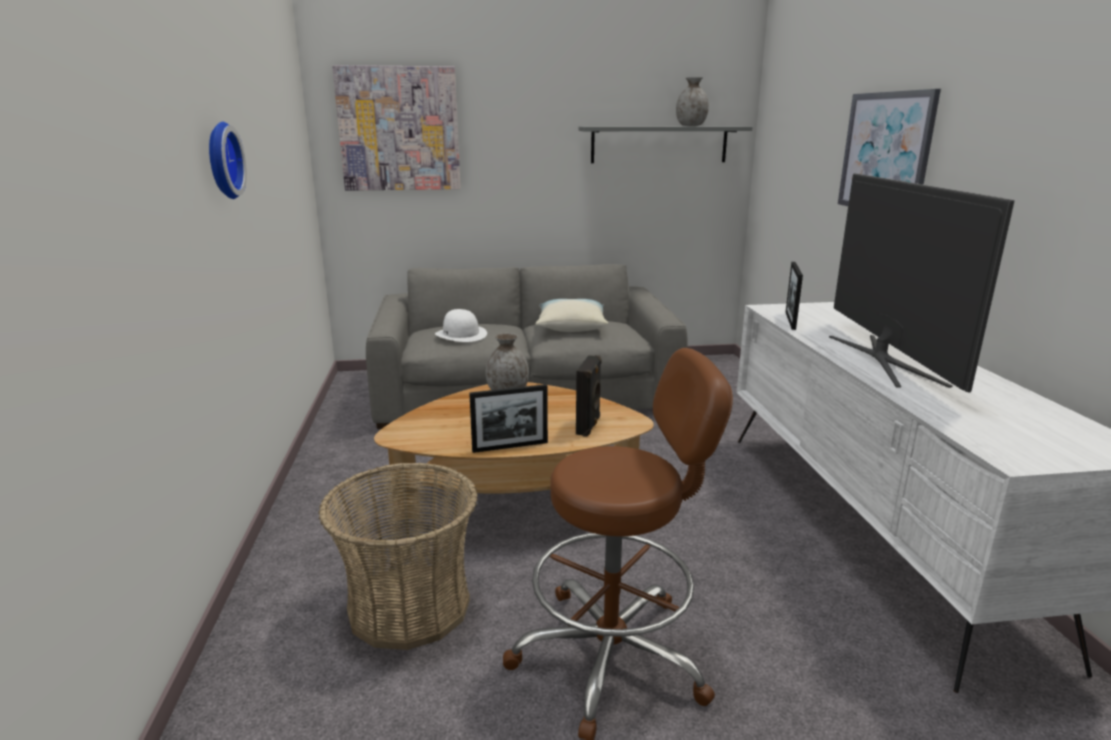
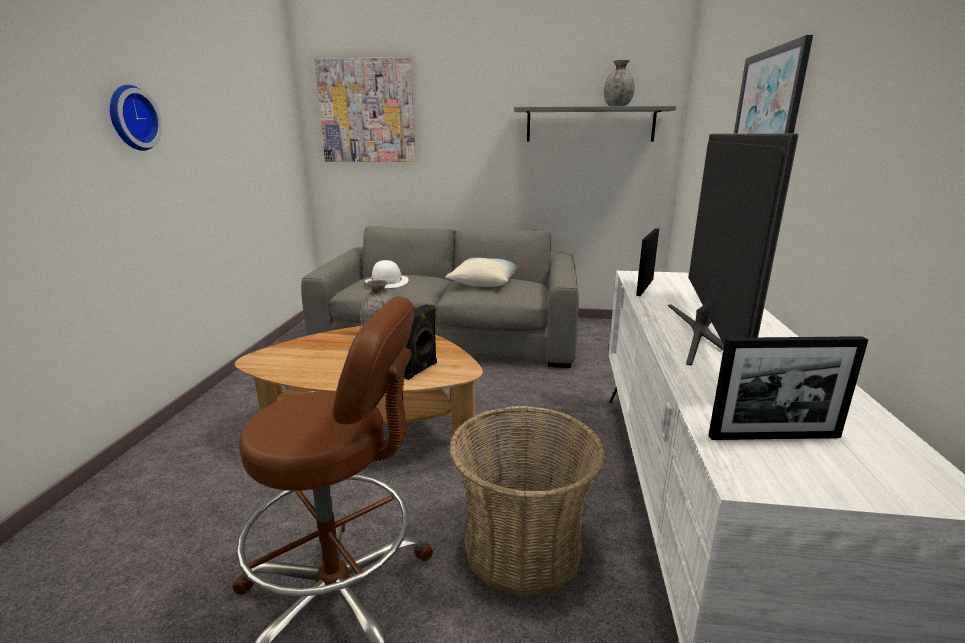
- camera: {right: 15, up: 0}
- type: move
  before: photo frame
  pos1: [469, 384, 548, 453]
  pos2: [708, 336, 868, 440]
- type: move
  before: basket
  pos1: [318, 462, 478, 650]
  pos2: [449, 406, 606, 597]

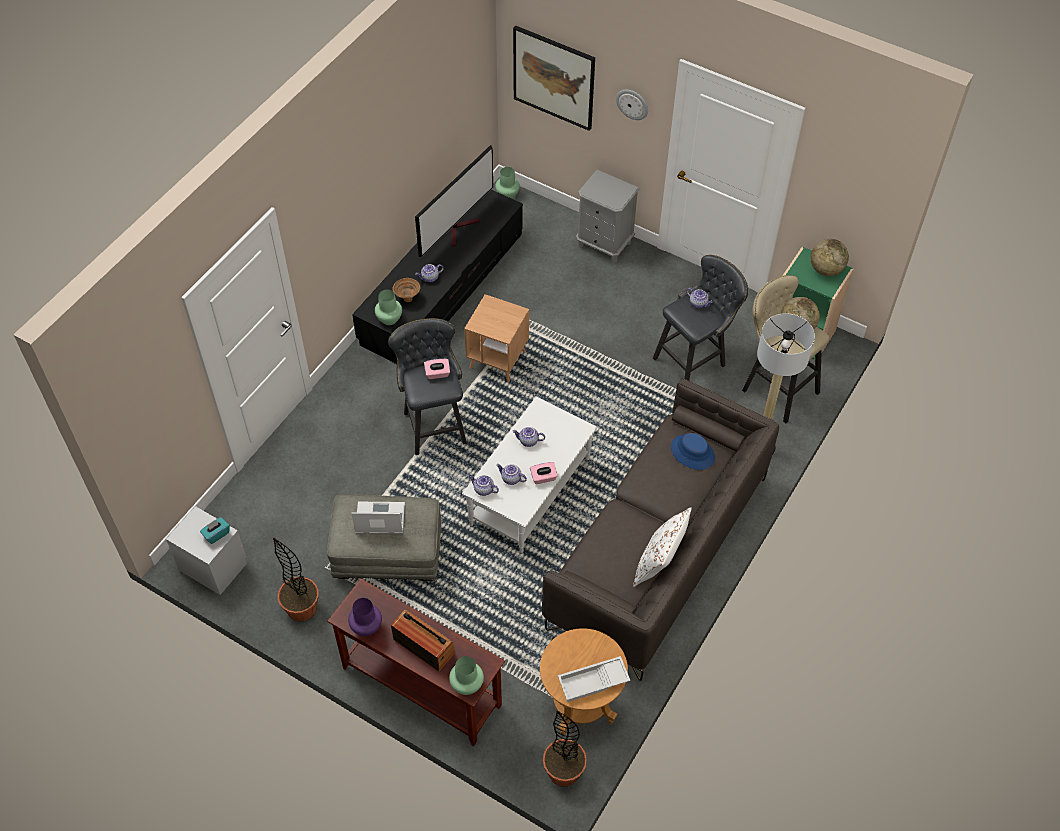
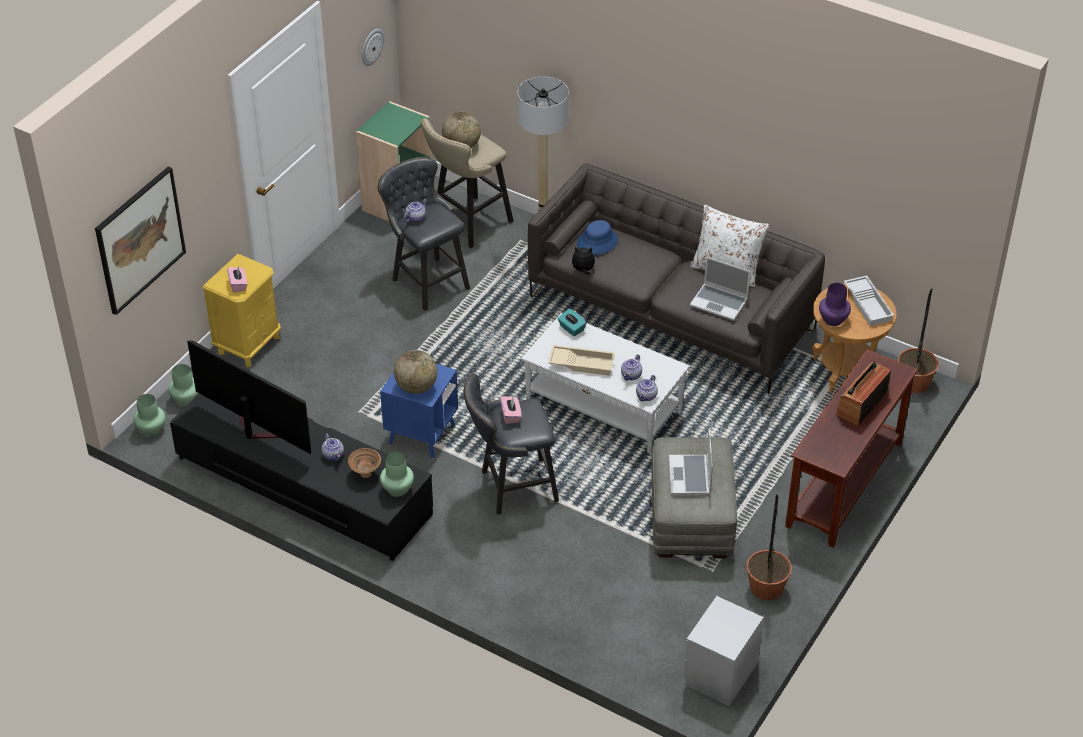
- camera: {right: -90, up: -10}
- type: move
  before: wall clock
  pos1: [616, 90, 648, 120]
  pos2: [362, 29, 384, 66]
- type: recolor
  before: gray bedside table
  after: yellow-coloured bedside table
  pos1: [576, 170, 639, 263]
  pos2: [202, 254, 281, 367]
- type: move
  before: world globe
  pos1: [810, 239, 849, 276]
  pos2: [394, 350, 437, 394]
- type: recolor
  before: brown end table
  after: bluish end table
  pos1: [464, 294, 529, 382]
  pos2: [380, 364, 458, 459]
- type: replace
  before: pot for tea
  after: beige-coloured carrying tray
  pos1: [513, 427, 545, 447]
  pos2: [548, 345, 615, 376]
- type: move
  before: pink tissue holder
  pos1: [530, 462, 558, 484]
  pos2: [227, 266, 247, 292]
- type: move
  before: turquoise-coloured tissue holder
  pos1: [200, 517, 230, 544]
  pos2: [558, 309, 586, 336]
- type: move
  before: purple decorative vase
  pos1: [348, 598, 382, 636]
  pos2: [819, 283, 851, 326]
- type: move
  before: greenish decorative vase
  pos1: [449, 656, 484, 695]
  pos2: [168, 364, 199, 406]
- type: insert
  after: soft toy
  pos2: [570, 247, 595, 275]
- type: insert
  after: portable computer
  pos2: [690, 257, 751, 321]

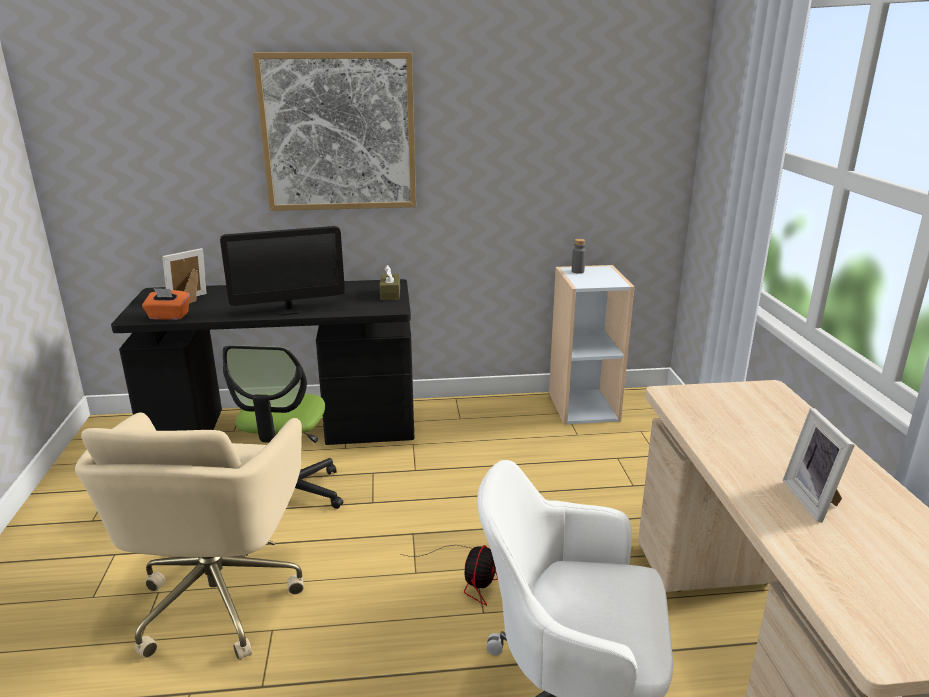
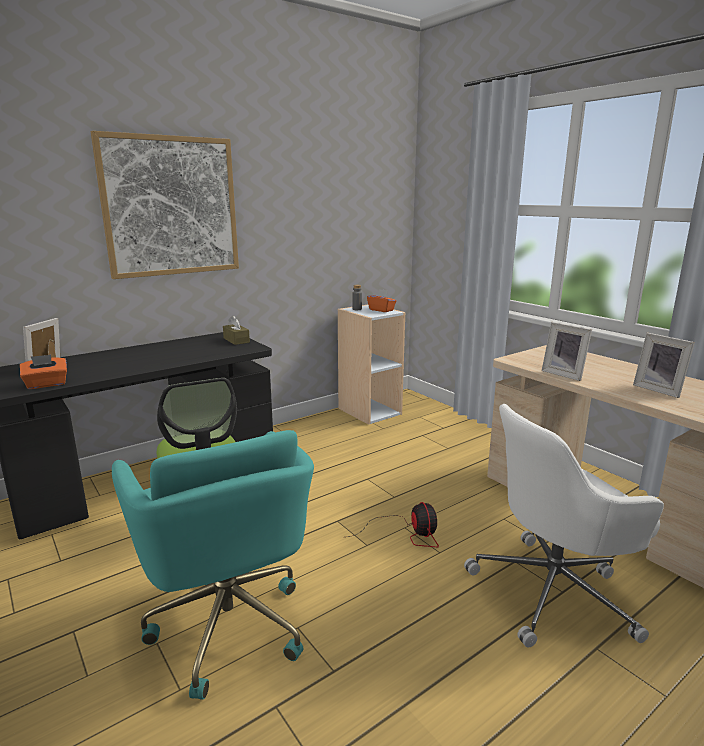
- camera: {right: -30, up: -5}
- type: delete
  before: computer display
  pos1: [220, 226, 345, 316]
- type: recolor
  before: beige-coloured office chair
  after: turquoise-coloured office chair
  pos1: [75, 412, 304, 660]
  pos2: [112, 430, 314, 700]
- type: insert
  after: orange-coloured tissue holder
  pos2: [367, 289, 396, 312]
- type: insert
  after: photo frame
  pos2: [542, 322, 592, 381]

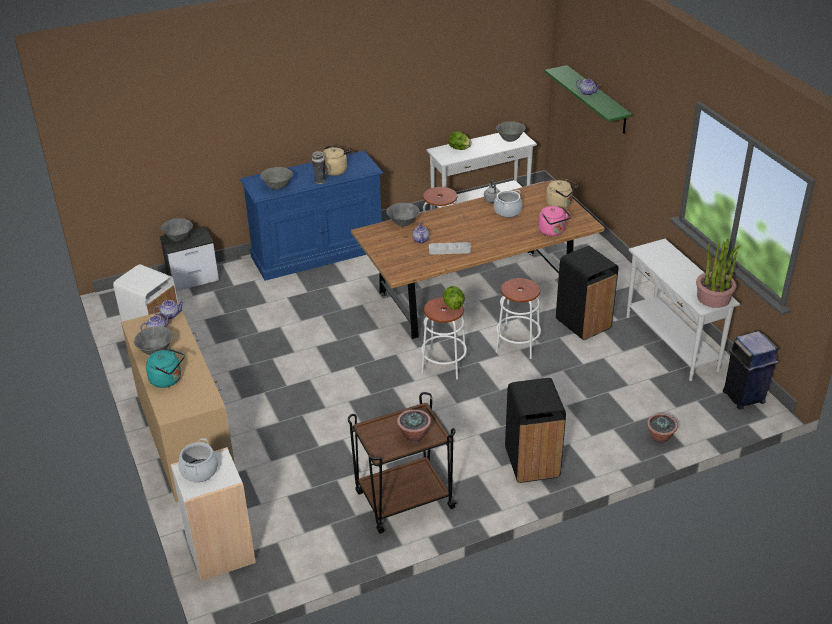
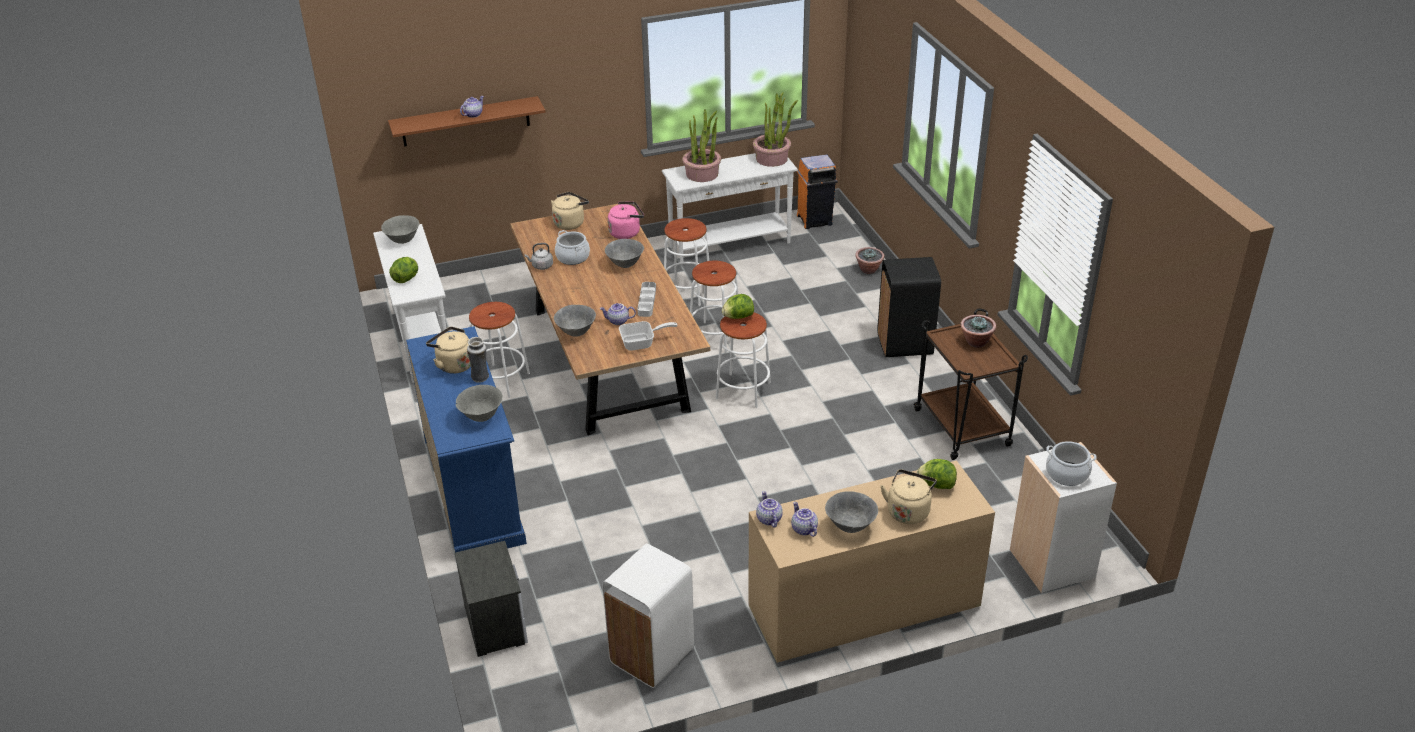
- camera: {right: -85, up: 0}
- type: recolor
  before: greenish bracket shelf
  after: brown bracket shelf
  pos1: [545, 65, 632, 133]
  pos2: [388, 96, 546, 146]
- type: move
  before: gray bowl
  pos1: [161, 218, 193, 241]
  pos2: [605, 239, 644, 268]
- type: replace
  before: black waste bin
  after: white-coloured stool seat
  pos1: [556, 246, 618, 340]
  pos2: [664, 218, 709, 306]
- type: recolor
  before: bluish waste bin
  after: orange-coloured waste bin
  pos1: [723, 331, 778, 410]
  pos2: [797, 155, 838, 229]
- type: recolor
  before: turquoise-coloured water kettle
  after: beige-coloured water kettle
  pos1: [146, 348, 185, 388]
  pos2: [880, 469, 937, 524]
- type: insert
  after: houseplant
  pos2: [682, 109, 721, 182]
- type: insert
  after: pan
  pos2: [619, 321, 678, 351]
- type: insert
  after: lettuce head
  pos2: [917, 459, 957, 489]

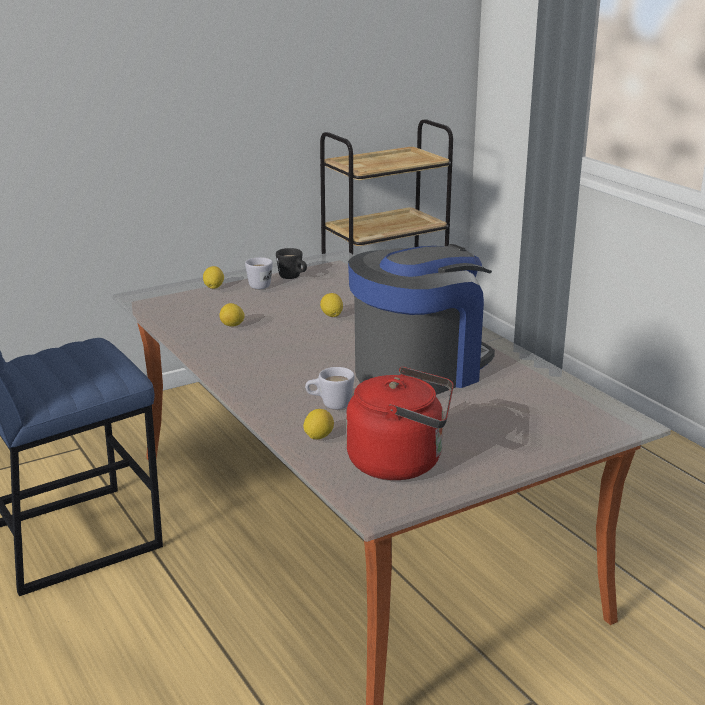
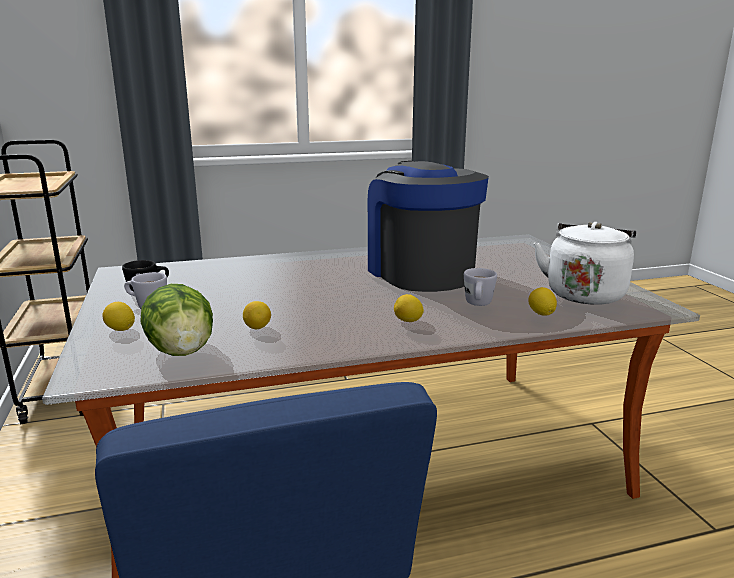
- camera: {right: -75, up: -5}
- type: move
  before: citrus fruit
  pos1: [320, 293, 343, 317]
  pos2: [394, 294, 424, 322]
- type: recolor
  before: reddish water kettle
  after: white-coloured water kettle
  pos1: [346, 367, 454, 480]
  pos2: [534, 222, 636, 305]
- type: insert
  after: lettuce head
  pos2: [141, 284, 213, 356]

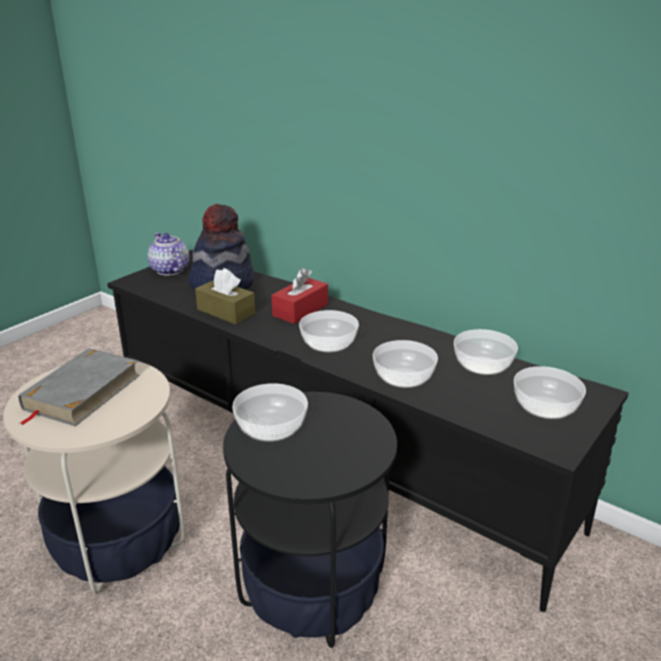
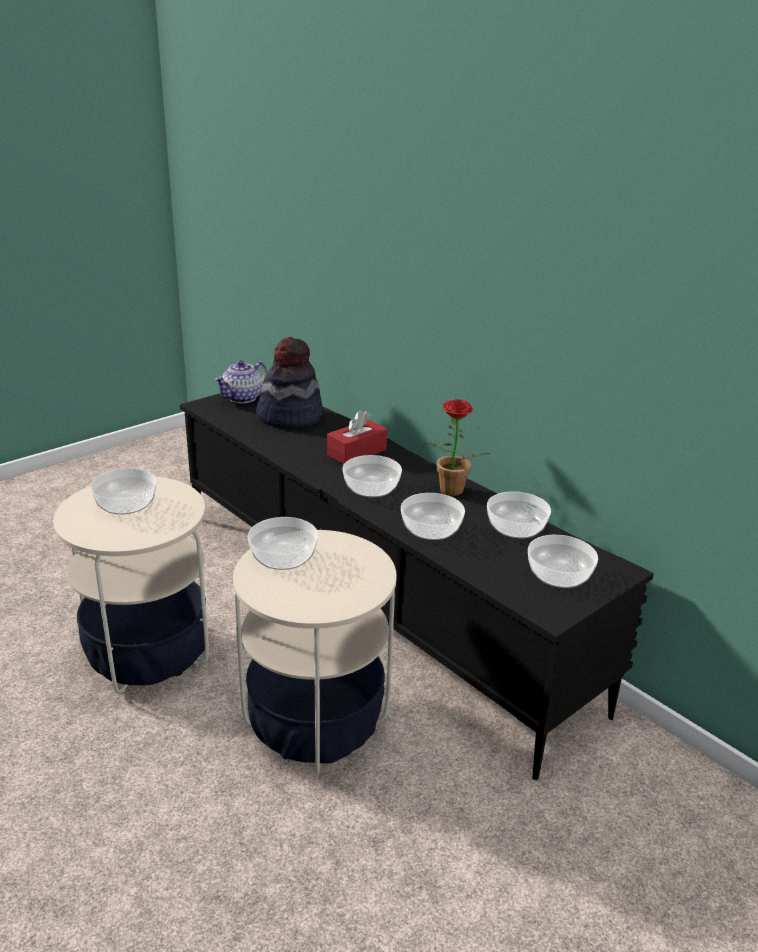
- camera: {right: 10, up: 0}
- type: rotate
  before: pot for tea
  pos1: [148, 233, 189, 276]
  pos2: [214, 360, 267, 403]
  turn: -120
- type: delete
  before: brown tissue holder
  pos1: [195, 268, 256, 325]
- type: replace
  before: gray book
  after: bowl
  pos1: [18, 348, 140, 426]
  pos2: [90, 468, 157, 514]
- type: recolor
  before: black end table
  after: beige-coloured end table
  pos1: [223, 392, 397, 648]
  pos2: [233, 530, 397, 774]
- type: insert
  after: houseplant
  pos2: [425, 399, 490, 496]

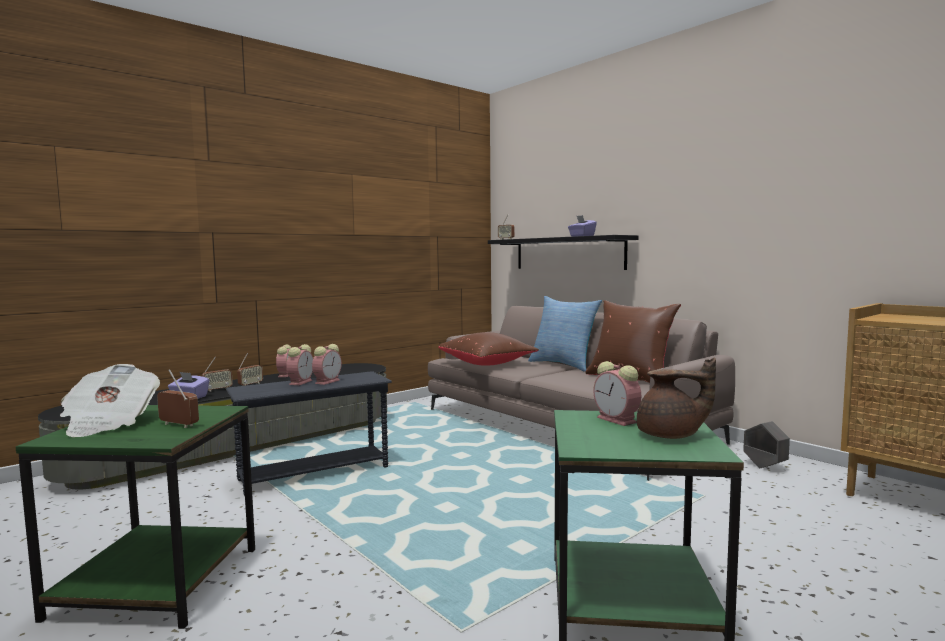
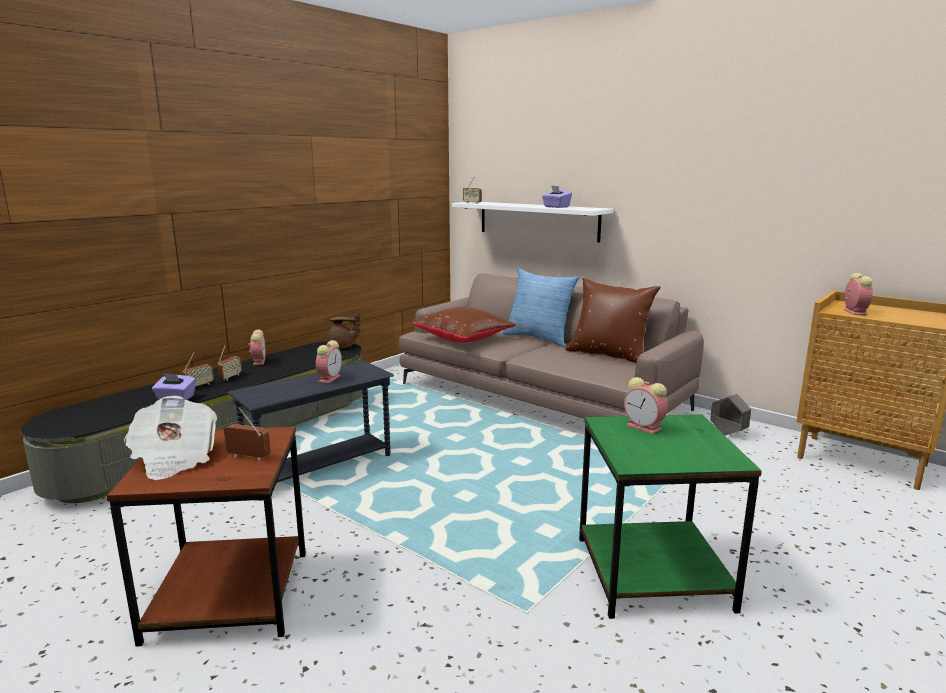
- camera: {right: -10, up: 10}
- type: recolor
  before: black bracket shelf
  after: white-coloured bracket shelf
  pos1: [488, 235, 639, 270]
  pos2: [452, 202, 613, 242]
- type: move
  before: alarm clock
  pos1: [286, 344, 313, 385]
  pos2: [843, 273, 873, 315]
- type: move
  before: brown pot for tea
  pos1: [637, 358, 716, 439]
  pos2: [327, 312, 360, 349]
- type: recolor
  before: greenish end table
  after: brown end table
  pos1: [16, 405, 255, 629]
  pos2: [107, 427, 306, 647]

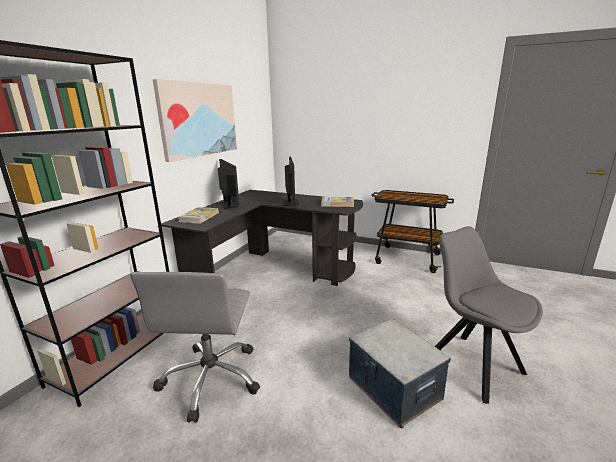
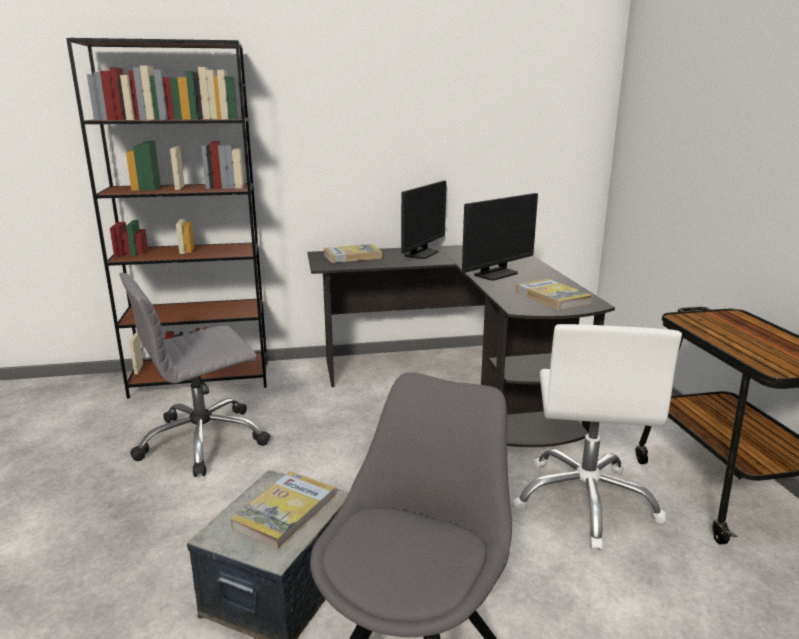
- camera: {right: 55, up: 0}
- type: delete
  before: wall art
  pos1: [153, 79, 237, 162]
- type: insert
  after: white-coloured office chair
  pos2: [513, 324, 682, 550]
- type: insert
  after: book
  pos2: [230, 471, 336, 550]

